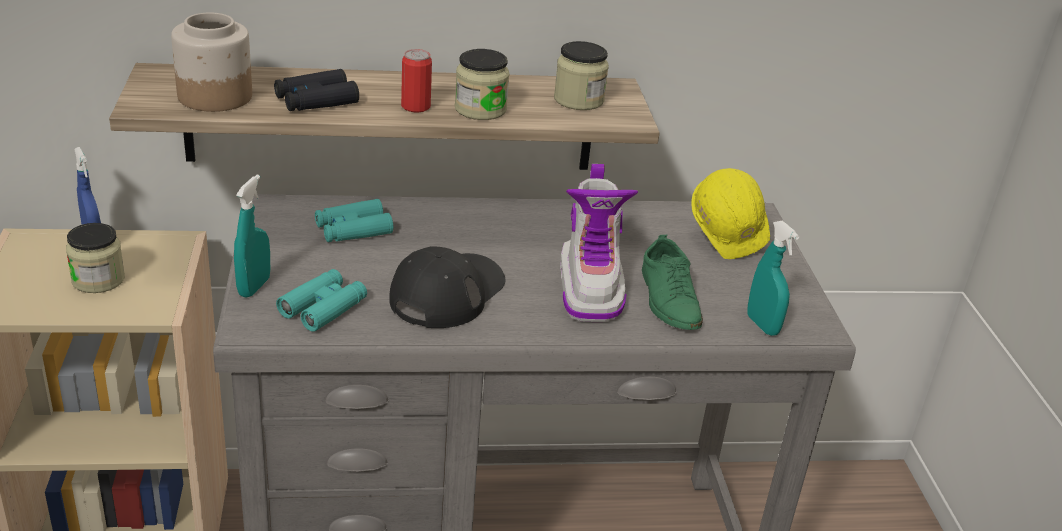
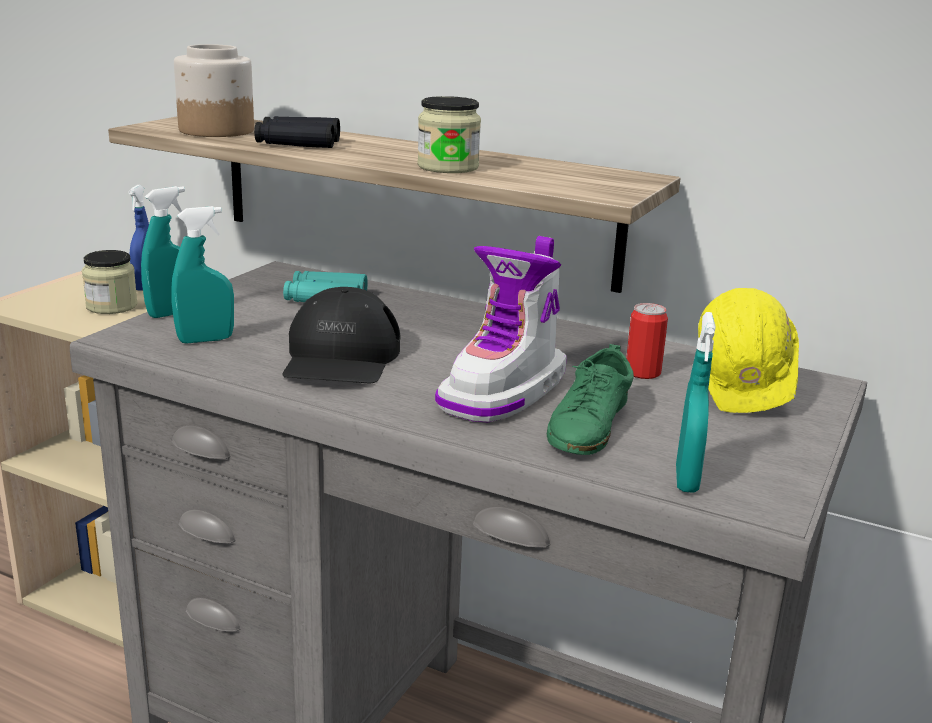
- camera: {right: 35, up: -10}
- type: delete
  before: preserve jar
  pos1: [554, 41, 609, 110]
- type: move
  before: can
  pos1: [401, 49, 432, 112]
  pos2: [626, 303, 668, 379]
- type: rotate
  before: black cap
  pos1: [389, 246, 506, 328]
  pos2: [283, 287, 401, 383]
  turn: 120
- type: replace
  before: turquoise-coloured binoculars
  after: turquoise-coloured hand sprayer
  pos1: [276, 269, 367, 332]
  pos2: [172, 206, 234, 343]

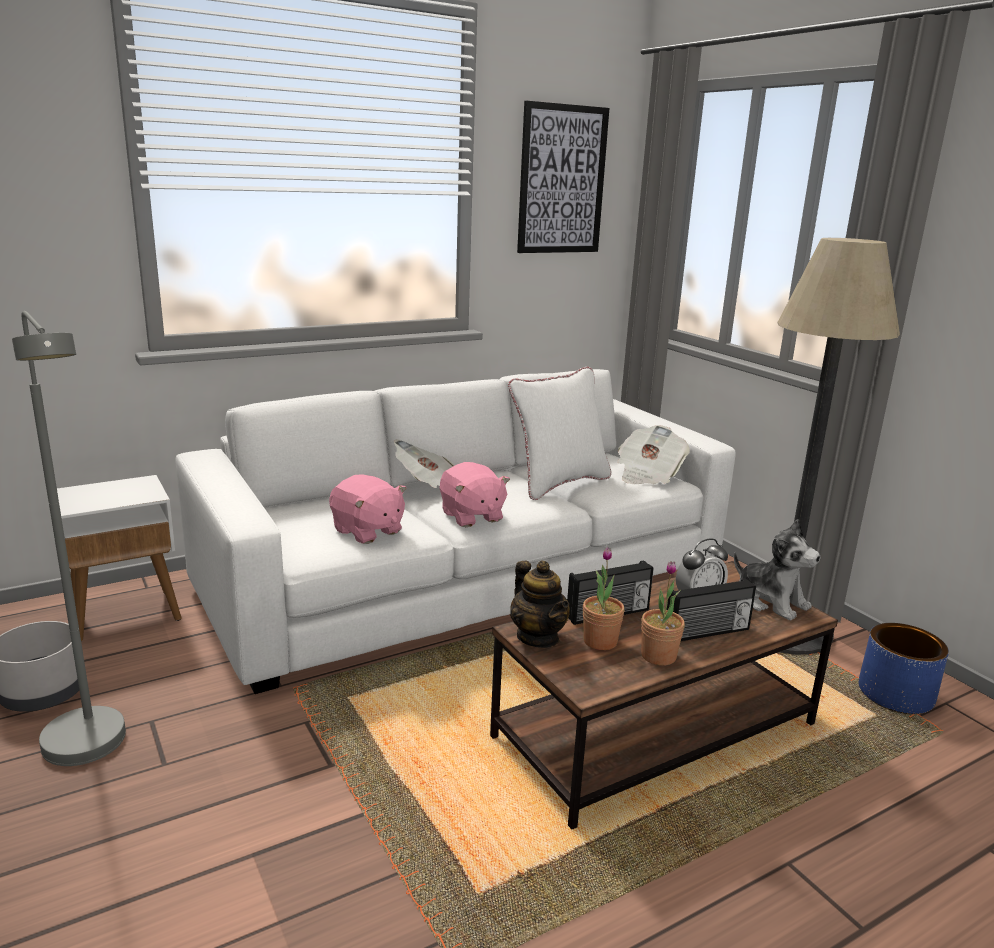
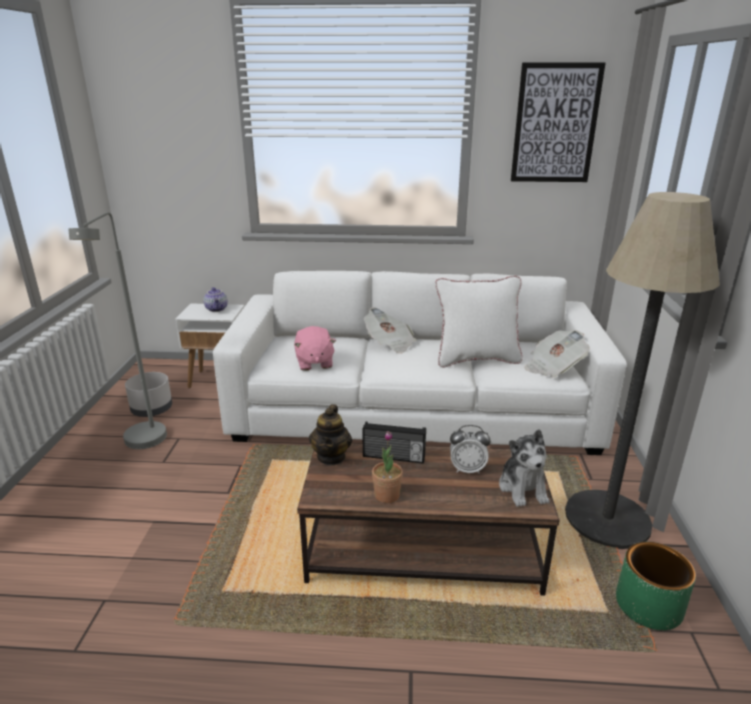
- camera: {right: 35, up: 5}
- type: delete
  before: pink soft toy
  pos1: [440, 462, 510, 527]
- type: delete
  before: houseplant
  pos1: [583, 547, 624, 650]
- type: delete
  before: radio set
  pos1: [667, 578, 756, 641]
- type: recolor
  before: bluish plant pot
  after: greenish plant pot
  pos1: [859, 623, 949, 714]
  pos2: [616, 542, 696, 631]
- type: insert
  after: pot for tea
  pos2: [203, 287, 228, 312]

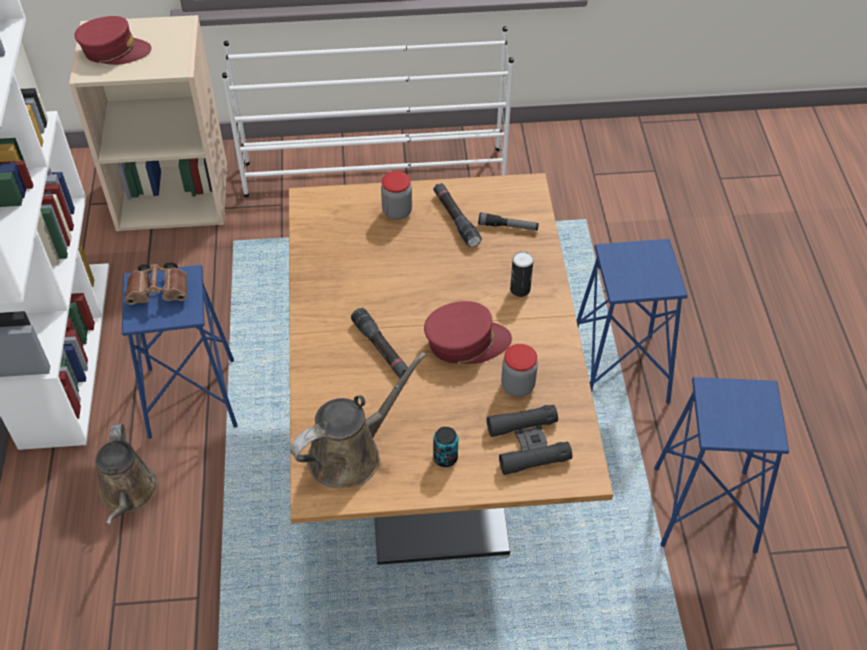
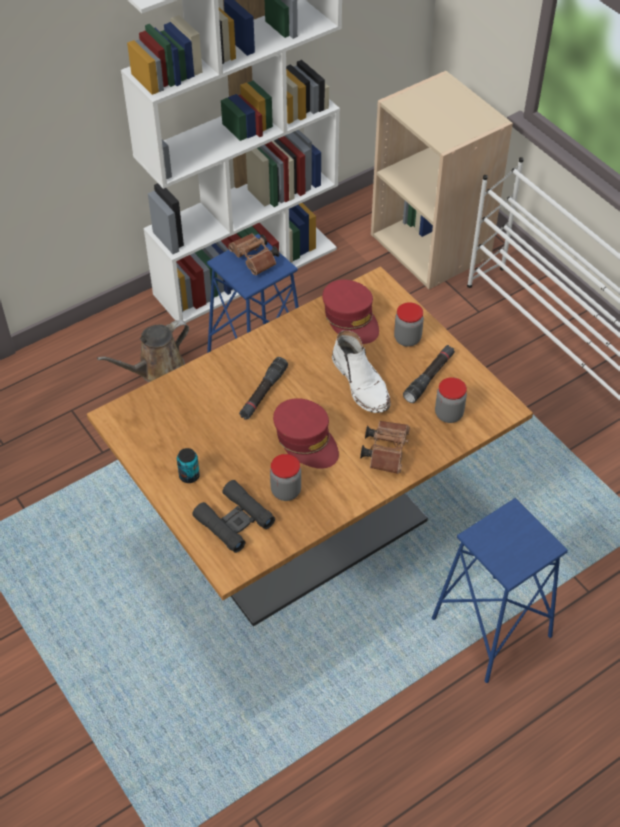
- camera: {right: 60, up: 0}
- type: move
  before: reddish cap
  pos1: [75, 16, 152, 65]
  pos2: [323, 280, 379, 344]
- type: replace
  before: flashlight
  after: preserve jar
  pos1: [478, 213, 539, 231]
  pos2: [435, 377, 467, 423]
- type: replace
  before: can
  after: brown binoculars
  pos1: [510, 251, 533, 297]
  pos2: [360, 421, 410, 474]
- type: delete
  before: brown watering pot
  pos1: [290, 352, 427, 488]
- type: delete
  before: bluish stool seat
  pos1: [654, 377, 789, 554]
- type: insert
  after: white-coloured high-top boot
  pos2: [332, 330, 391, 413]

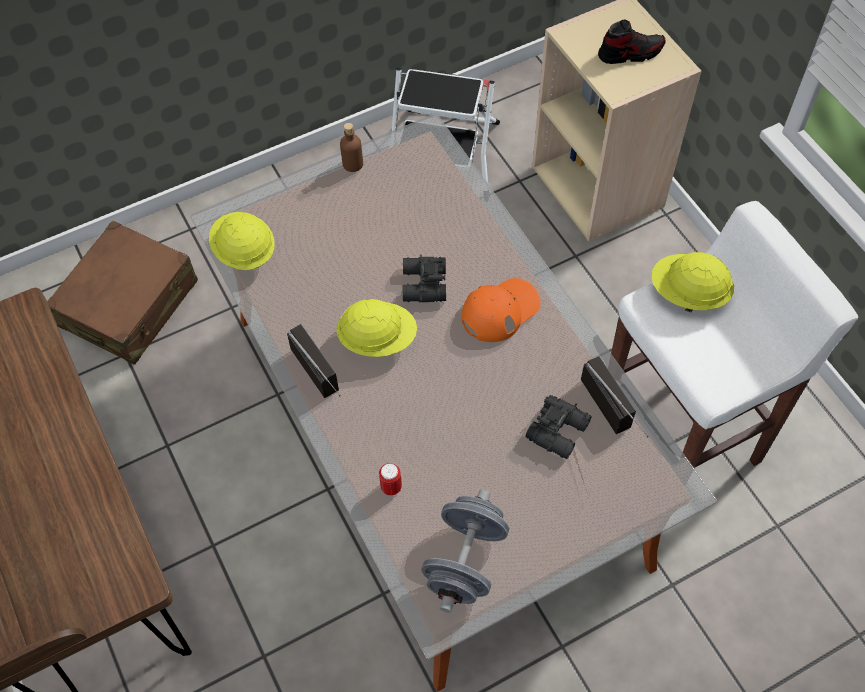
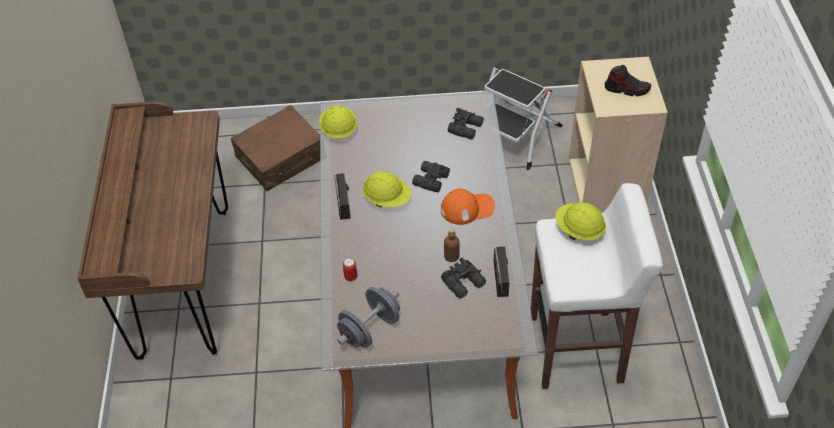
- camera: {right: 25, up: -10}
- type: move
  before: brown bottle
  pos1: [340, 123, 363, 172]
  pos2: [444, 228, 460, 262]
- type: insert
  after: black binoculars
  pos2: [448, 108, 484, 139]

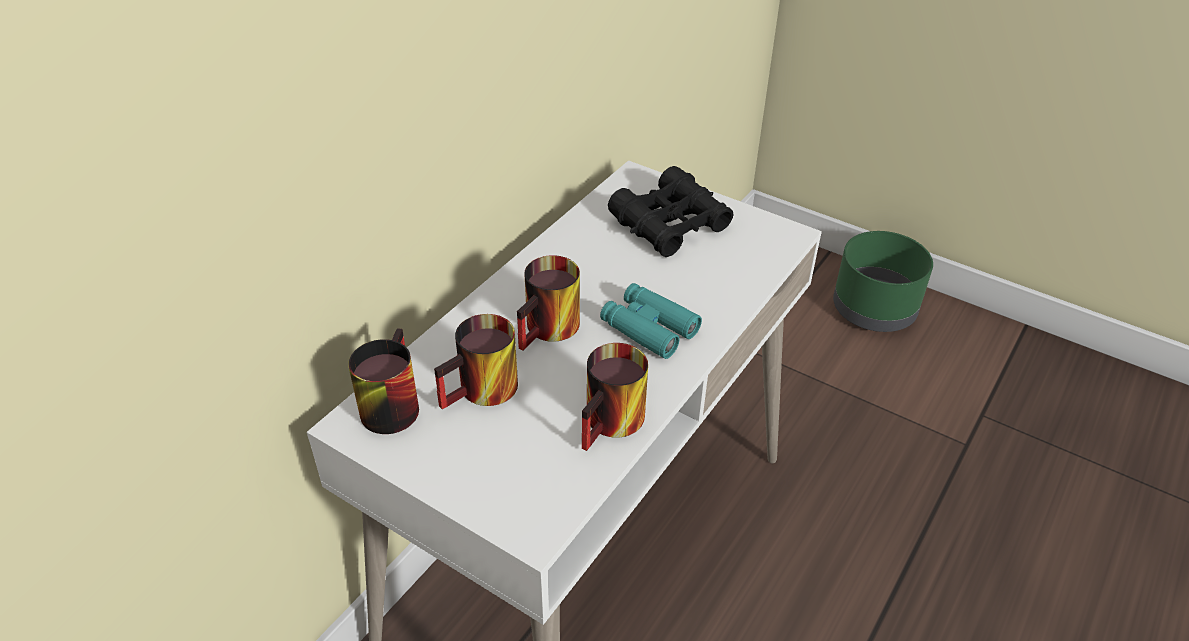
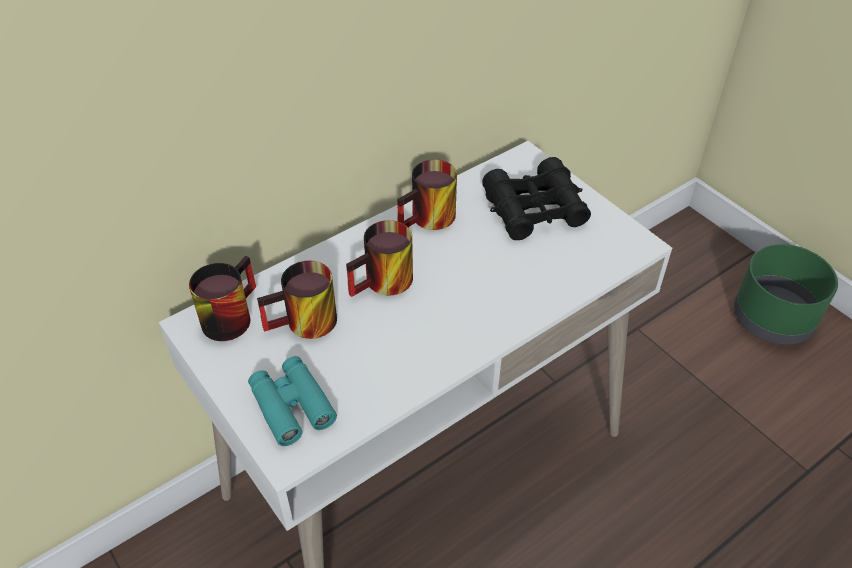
- camera: {right: 20, up: 5}
- type: move
  before: turquoise-coloured binoculars
  pos1: [600, 283, 702, 359]
  pos2: [248, 356, 337, 446]
- type: move
  before: coffee mug
  pos1: [582, 343, 648, 451]
  pos2: [397, 159, 457, 230]

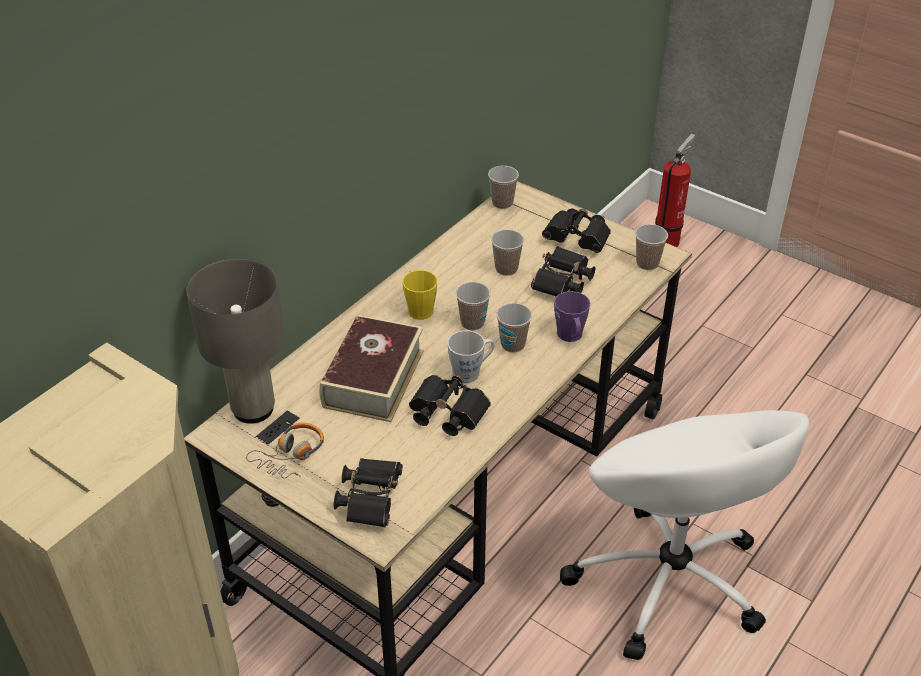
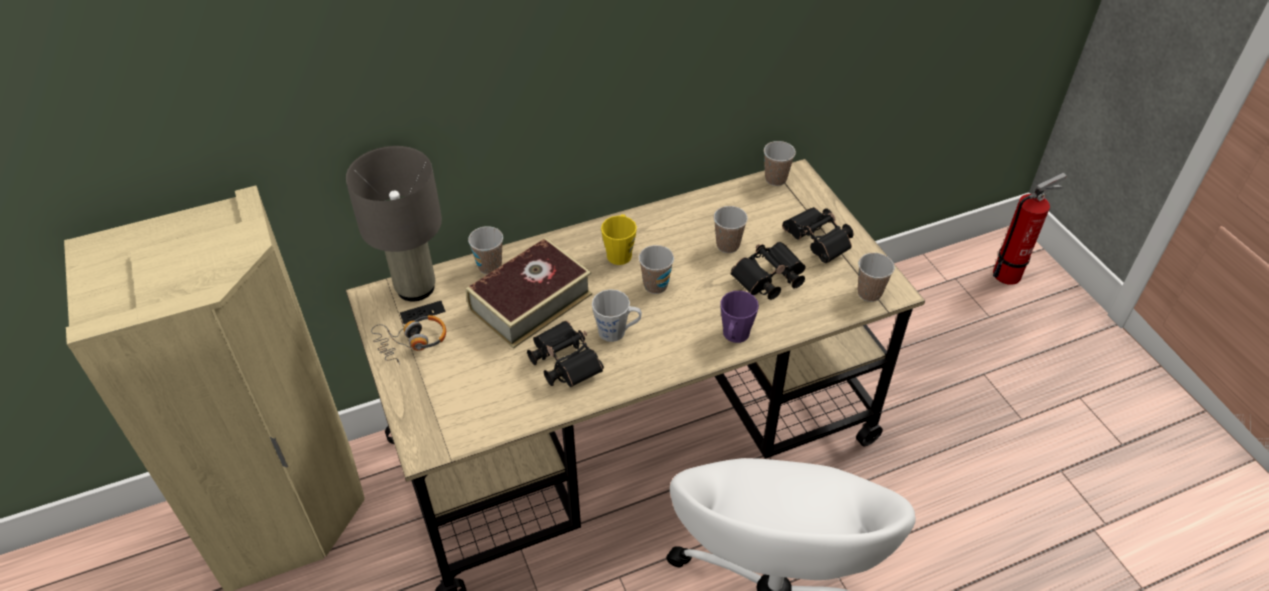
- camera: {right: 30, up: 5}
- type: move
  before: cup
  pos1: [496, 303, 532, 352]
  pos2: [468, 226, 503, 274]
- type: delete
  before: black binoculars
  pos1: [334, 458, 403, 527]

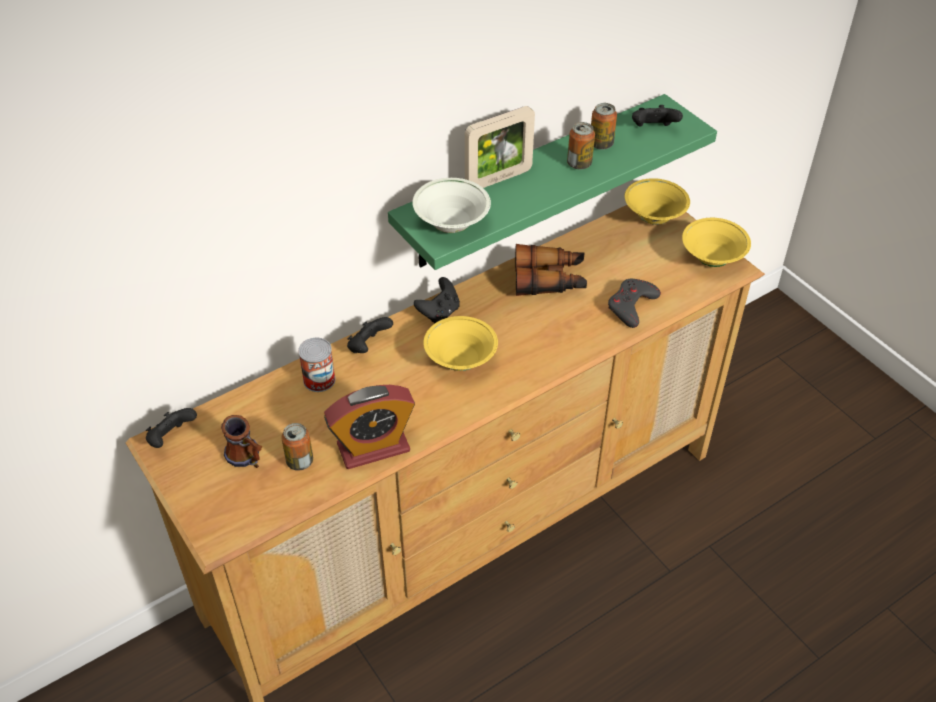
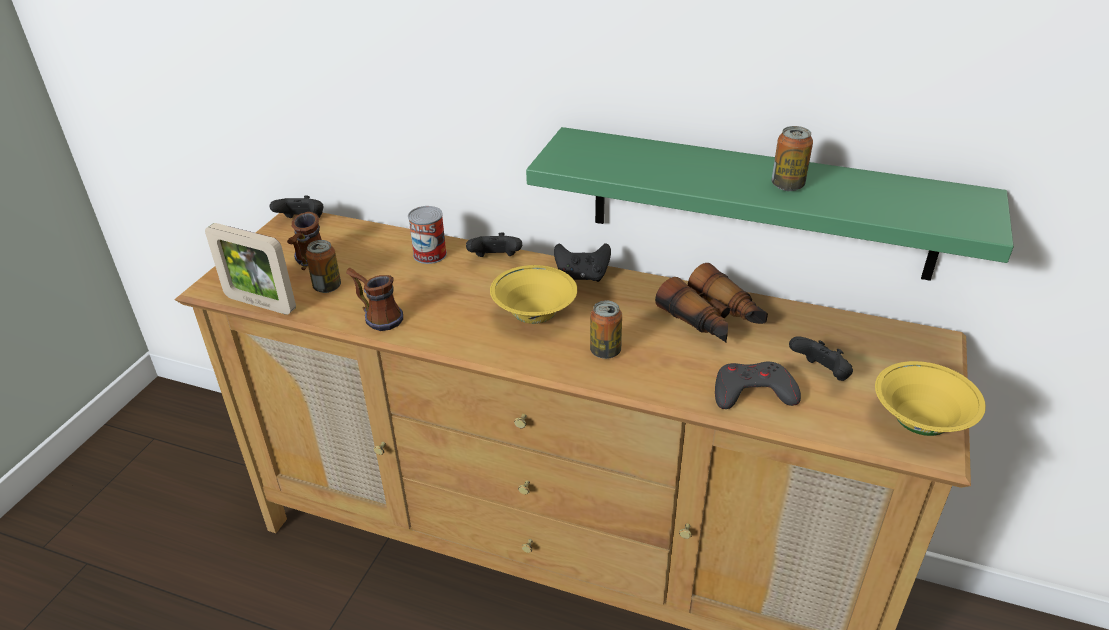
- camera: {right: 55, up: -10}
- type: move
  before: can
  pos1: [591, 103, 617, 150]
  pos2: [590, 301, 622, 359]
- type: move
  before: black gamepad
  pos1: [632, 105, 683, 127]
  pos2: [789, 336, 853, 381]
- type: move
  before: photo frame
  pos1: [465, 106, 535, 188]
  pos2: [205, 223, 296, 315]
- type: delete
  before: white-coloured bowl
  pos1: [412, 178, 491, 233]
- type: delete
  before: yellow-coloured bowl
  pos1: [625, 178, 690, 225]
- type: replace
  before: alarm clock
  after: coffee mug
  pos1: [324, 385, 415, 469]
  pos2: [346, 268, 403, 331]

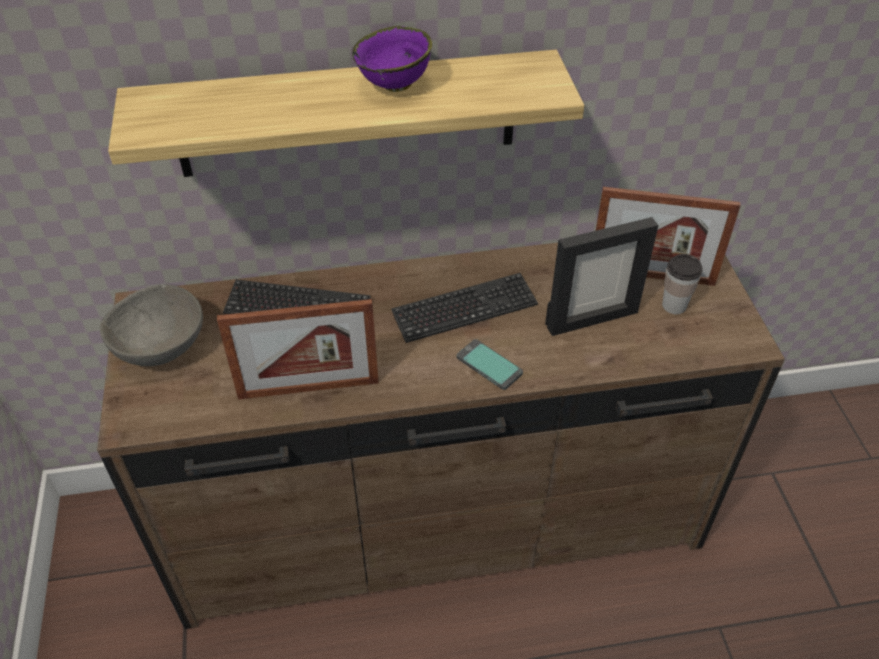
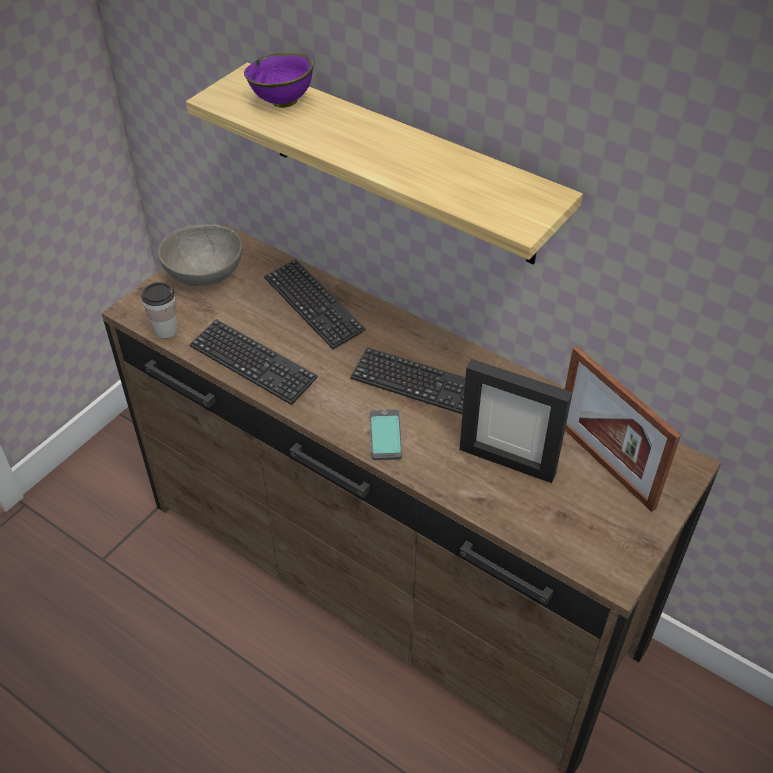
- camera: {right: 45, up: 0}
- type: move
  before: purple bowl
  pos1: [352, 26, 432, 92]
  pos2: [244, 53, 314, 108]
- type: move
  before: cup
  pos1: [662, 254, 702, 314]
  pos2: [141, 282, 177, 338]
- type: replace
  before: photo frame
  after: keyboard
  pos1: [217, 299, 379, 400]
  pos2: [189, 319, 318, 405]

